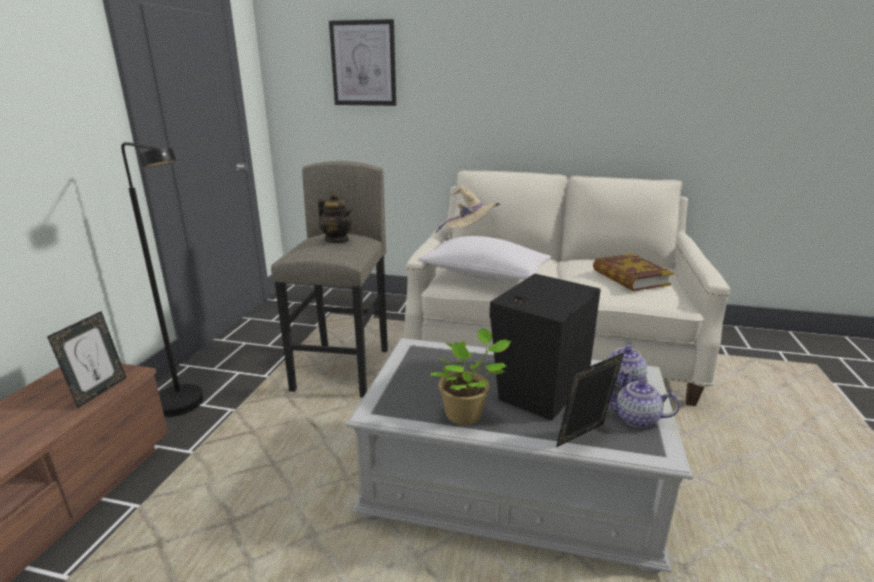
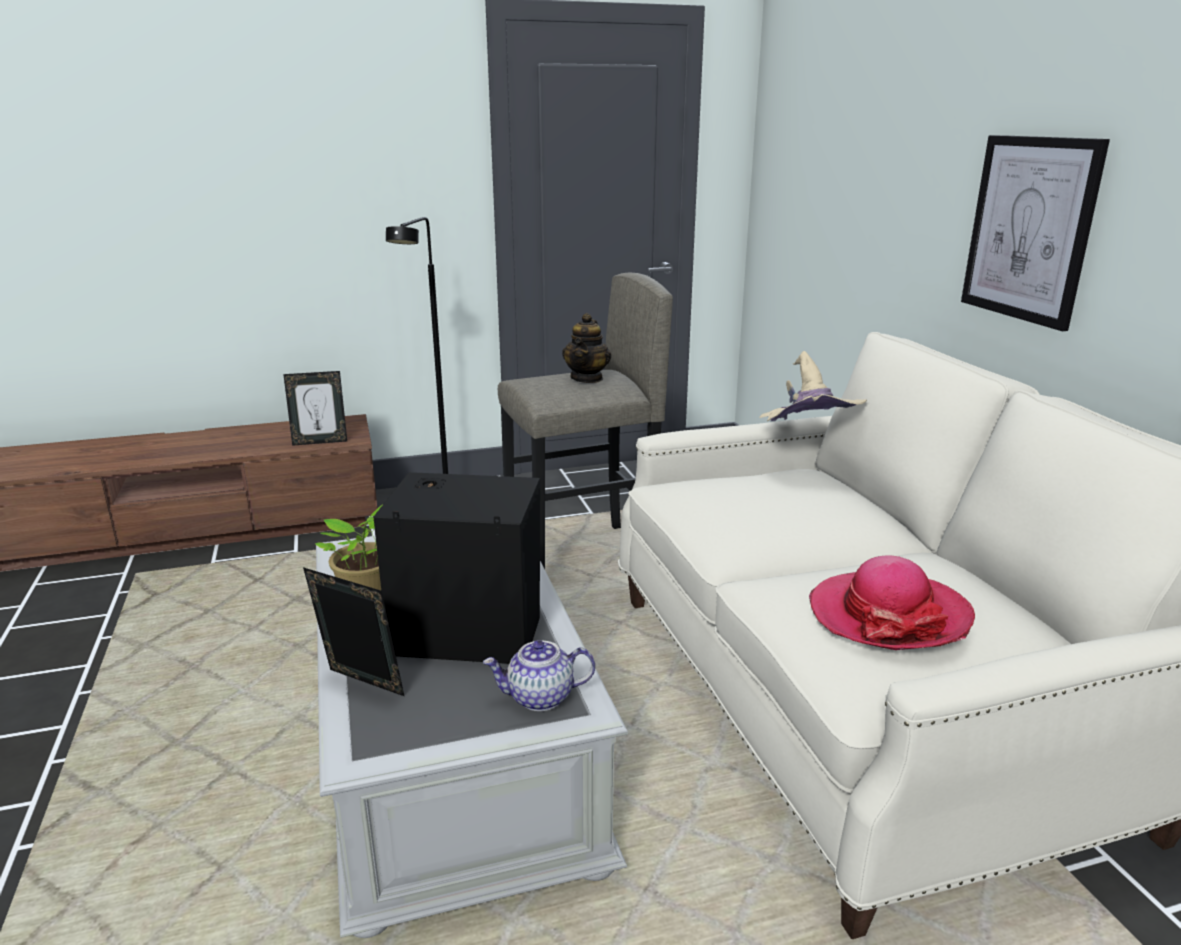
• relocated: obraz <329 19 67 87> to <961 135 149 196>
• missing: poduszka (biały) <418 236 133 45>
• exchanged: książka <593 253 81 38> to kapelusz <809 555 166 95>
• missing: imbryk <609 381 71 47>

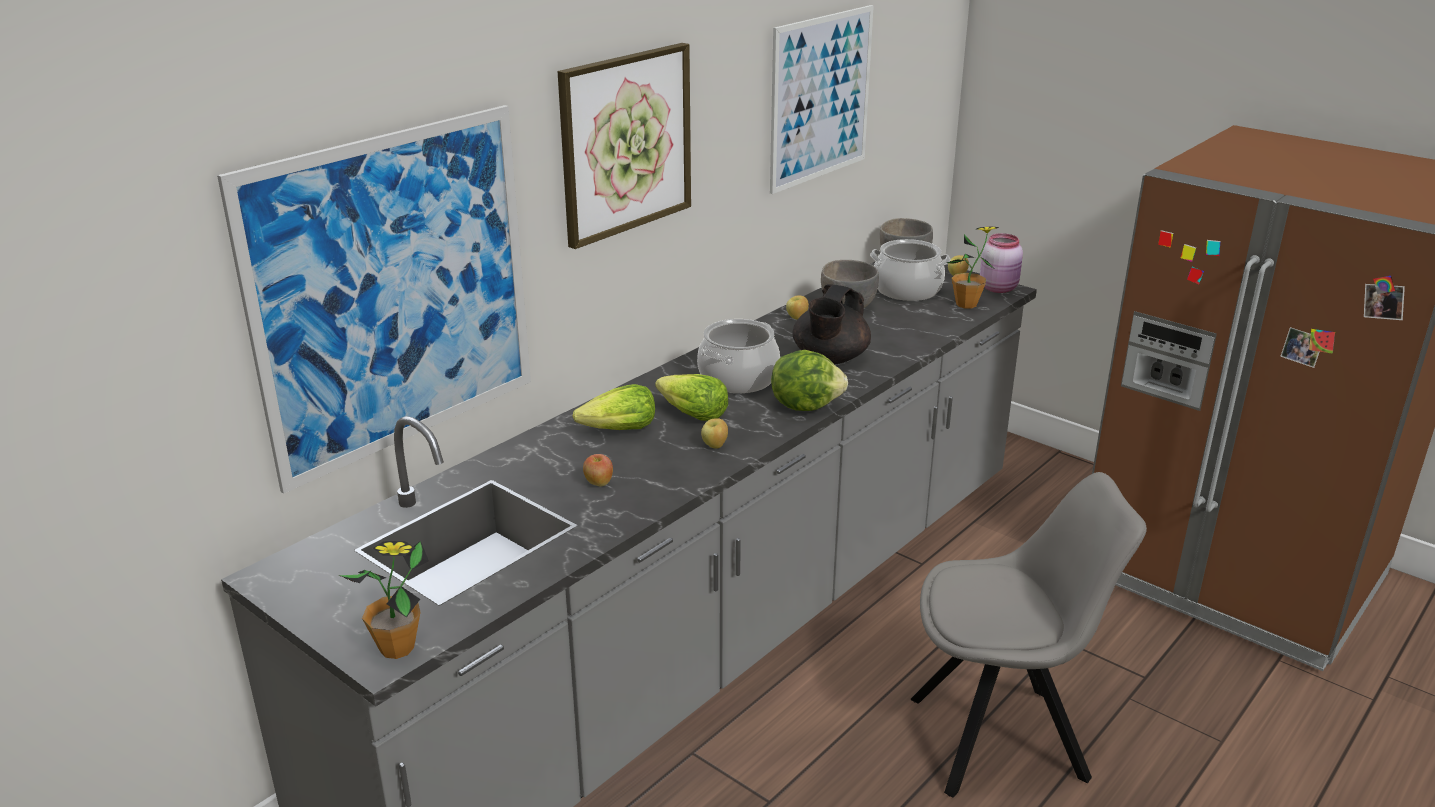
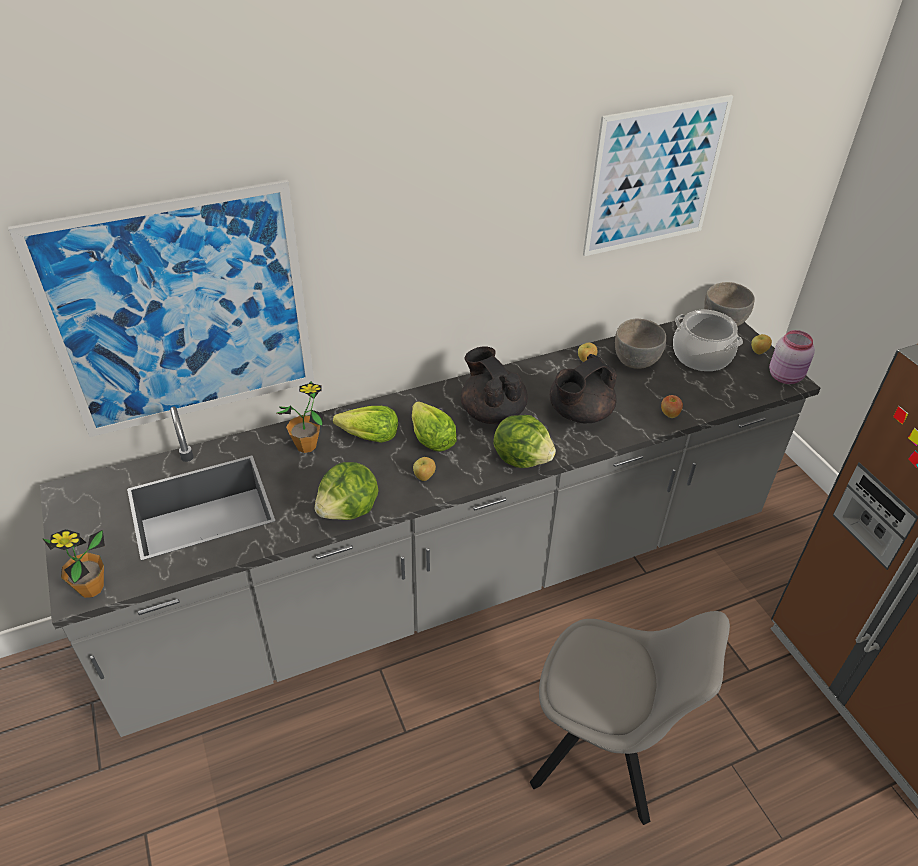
• missing: obraz <558 43 133 206>
• relocated: roślina doniczkowa <947 226 52 83> to <277 381 47 72>
• exchanged: garnek <697 319 83 74> to imbryk (czarny) <461 346 67 78>
• relocated: jabłko <583 454 30 33> to <661 395 22 23>
• appeared: sałata <315 462 64 58>

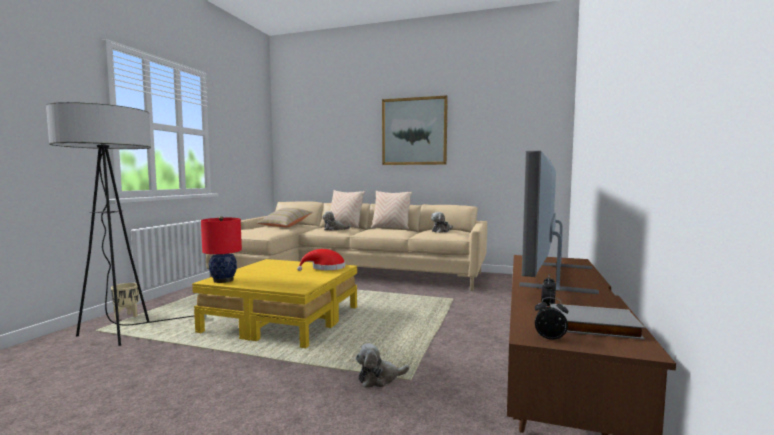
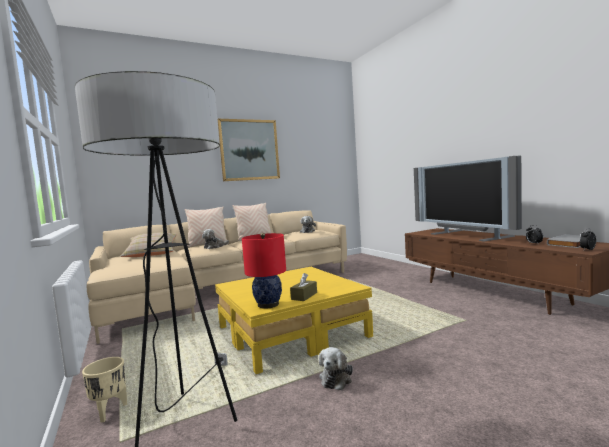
• missing: kapelusz (czerwony) <297 249 48 22>
• relocated: pluszak <356 343 53 45> to <319 347 34 43>
• appeared: pudełko chusteczek (brązowy) <290 273 27 28>

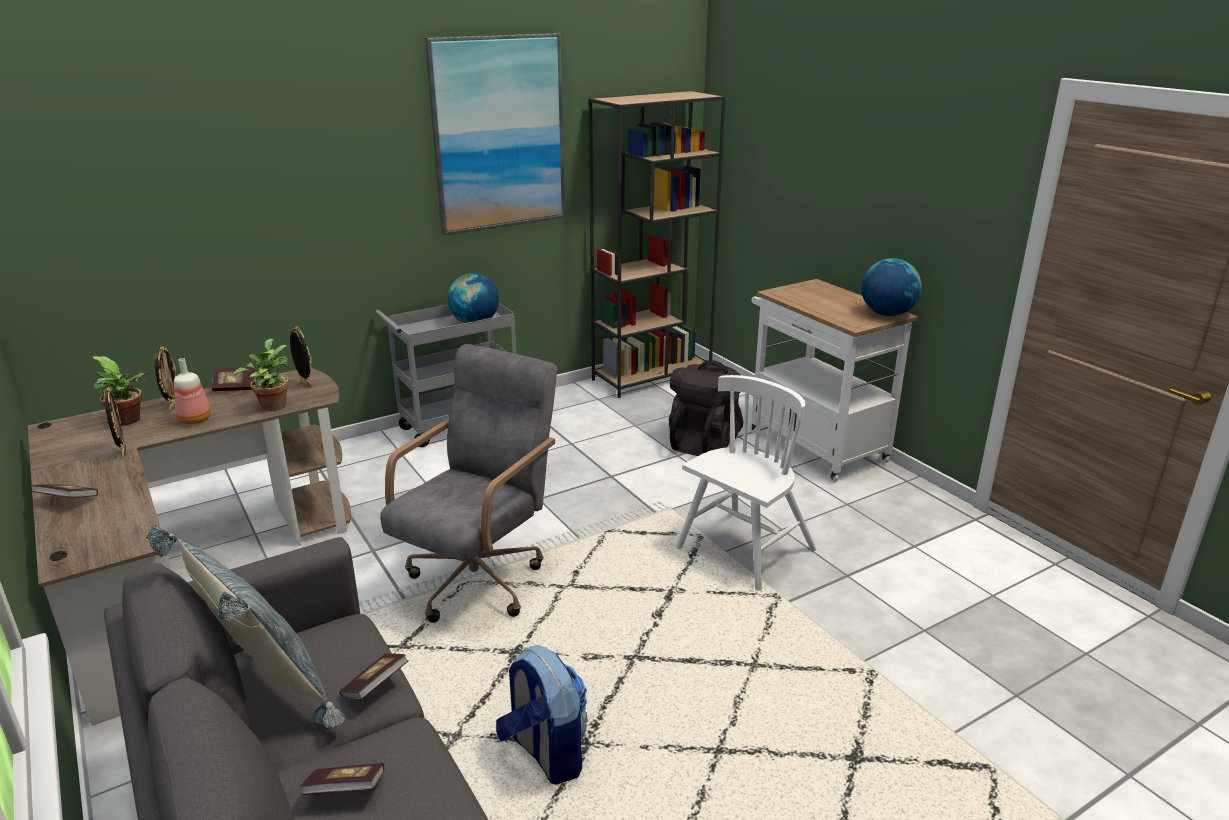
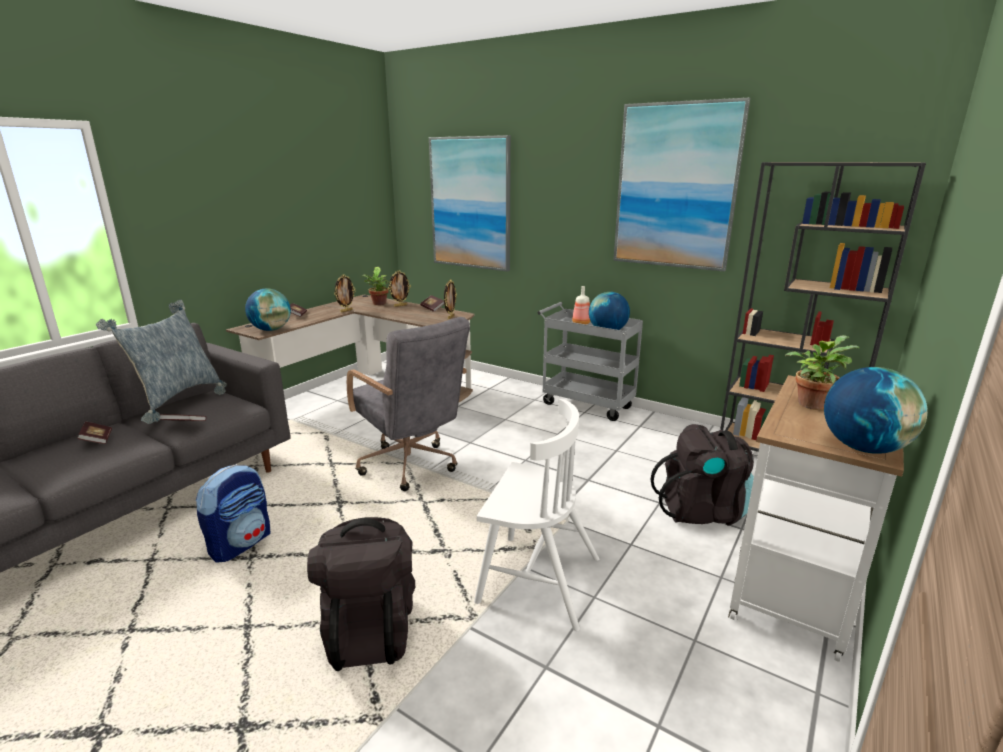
• relocated: roślina doniczkowa <234 339 55 72> to <785 335 74 75>
• spun: krzesło biurowe (szary) <380 344 177 279> = <347 317 123 174> 45 degrees clockwise
• relocated: butelka <174 358 37 66> to <572 286 18 39>
• appeared: obraz <429 135 82 137>
• appeared: globus <245 288 46 43>
• appeared: plecak (czarny) <307 517 108 154>

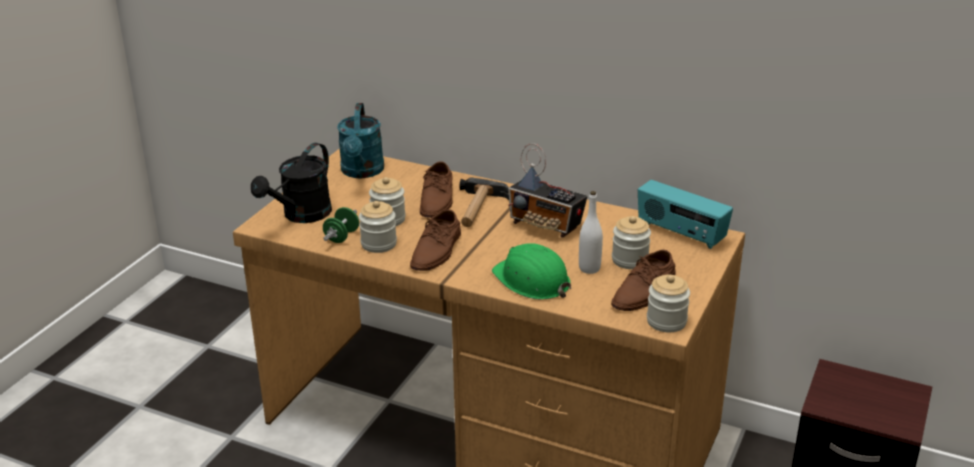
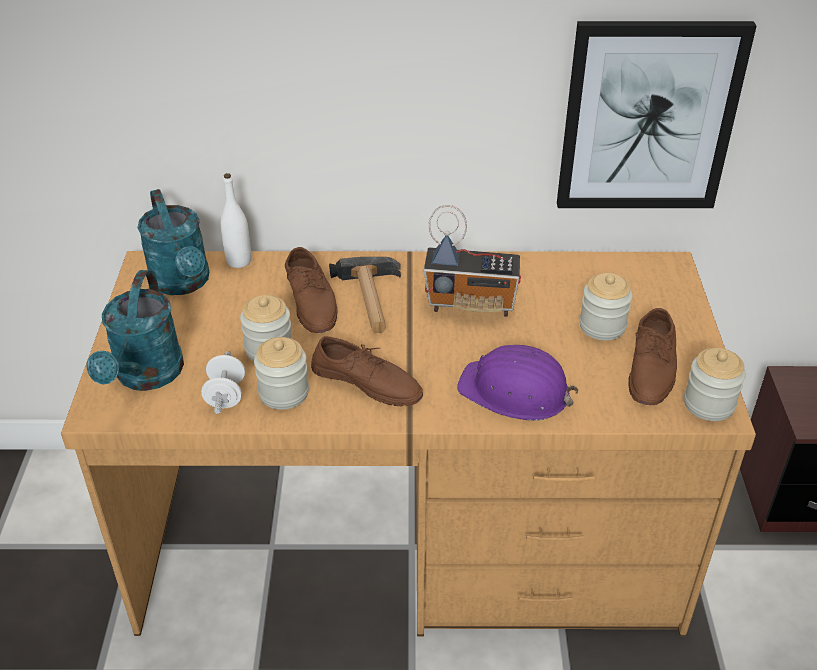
• colour: konewka (czarny) <251 143 81 80> to konewka (turkusowy) <86 270 98 121>
• missing: radio <638 180 95 69>
• relocated: butelka (biały) <579 191 24 83> to <221 173 30 95>
• colour: hantel (zielony) <323 207 36 36> to hantel (biały) <201 351 44 63>
• spun: but (brązowy) <410 210 51 61> = <311 336 112 70> 60 degrees counterclockwise
• colour: kask (zielony) <492 243 79 56> to kask (fioletowy) <457 345 122 76>
• appeared: obraz <557 21 199 187>

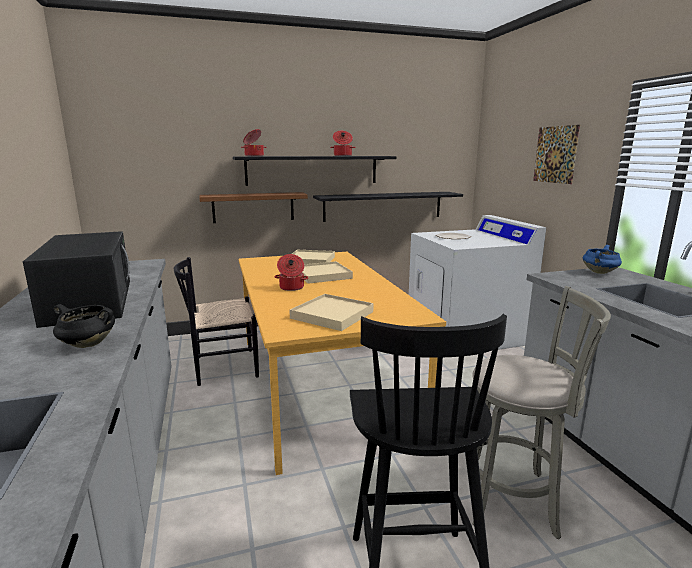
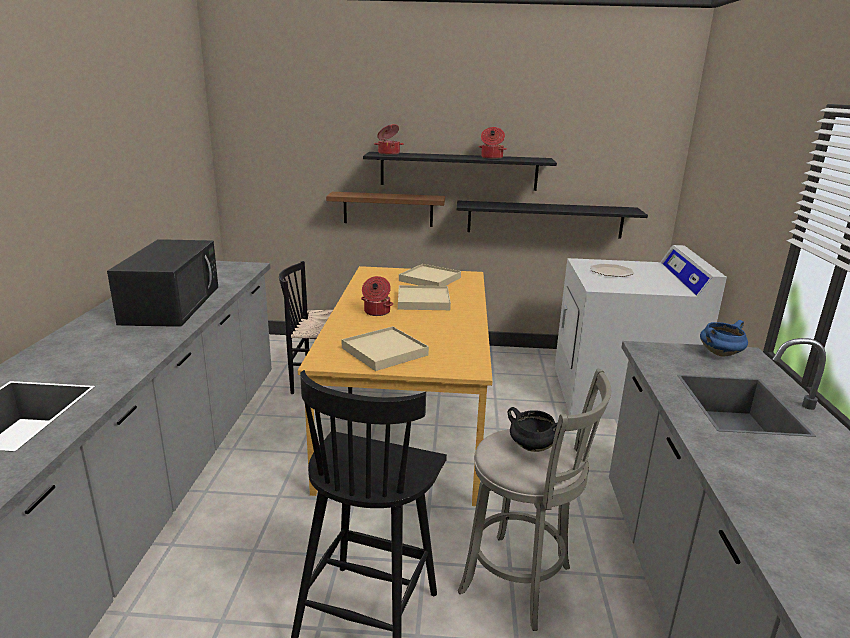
• missing: obraz <533 125 47 59>
• relocated: garnek (czarny) <53 304 62 44> to <508 407 50 45>

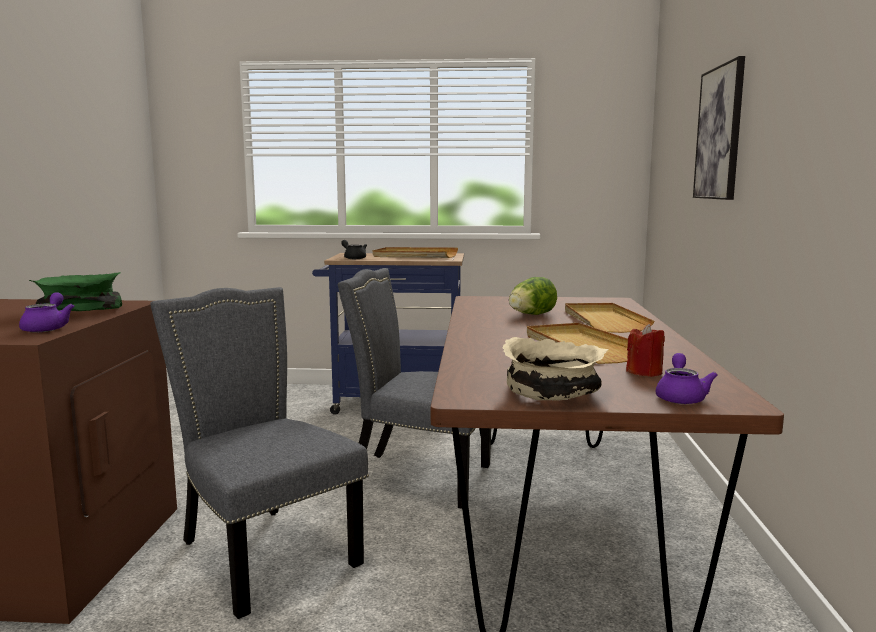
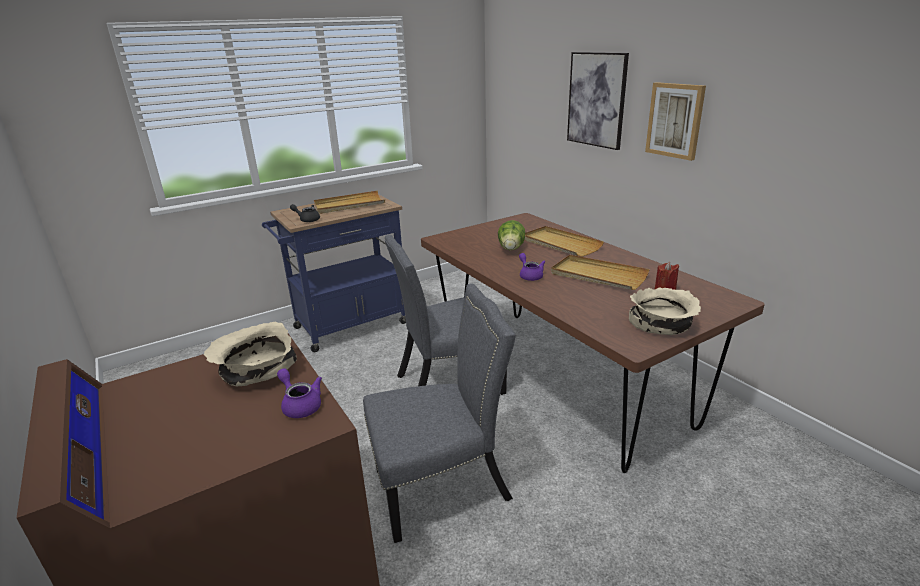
• colour: miska (zielony) <29 272 93 39> to miska (beżowy) <204 322 93 64>
• spun: krzesło (szary) <150 287 219 332> = <363 284 153 259> 150 degrees clockwise
• relocated: imbryk (fioletowy) <656 353 62 51> to <519 253 26 28>
• appeared: obraz <645 82 61 79>

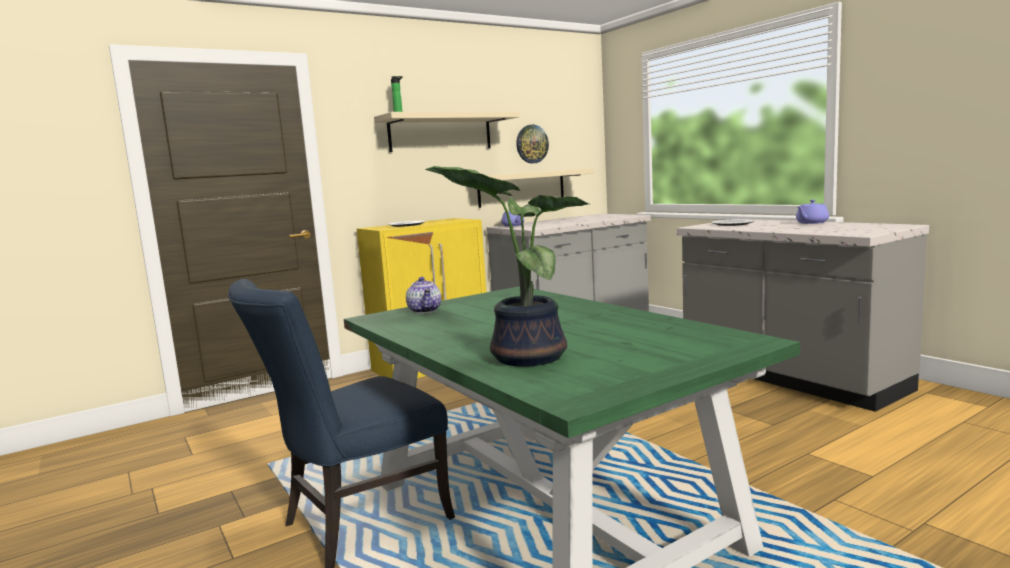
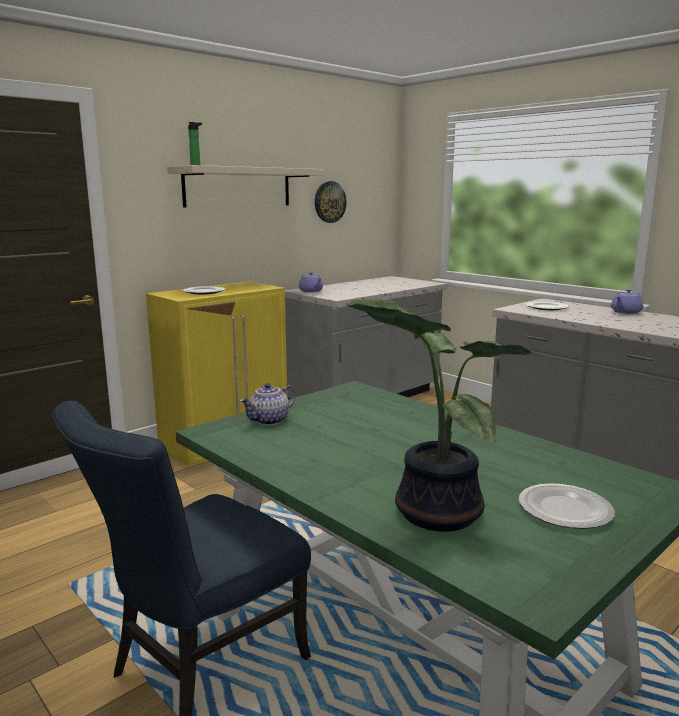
• missing: półka (beżowy) <477 168 117 40>
• spun: imbryk <406 277 35 37> = <240 383 55 43> 75 degrees clockwise
• appeared: talerz <519 483 96 46>

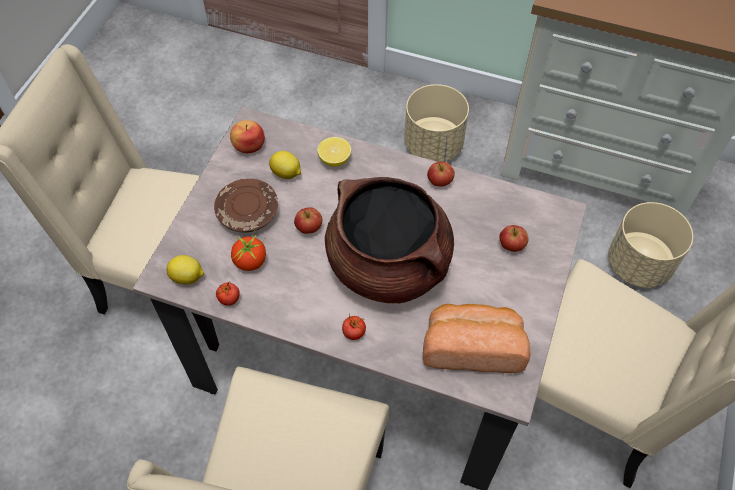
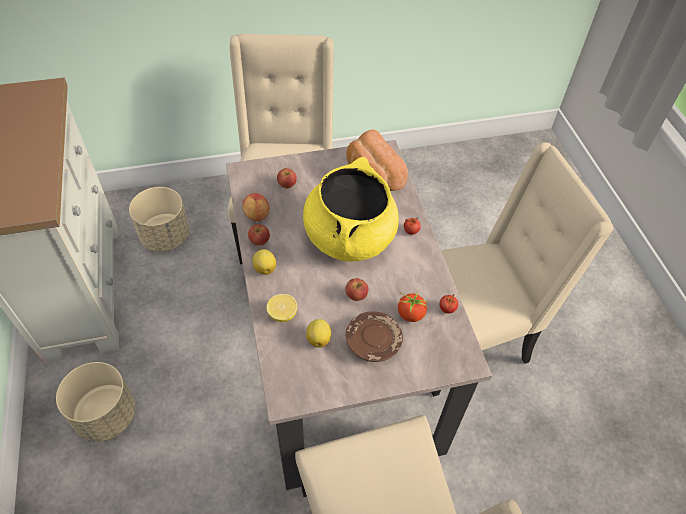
• relocated: jabłko <230 120 35 33> to <242 193 28 28>
• colour: garnek (brązowy) <325 177 129 126> to garnek (żółty) <303 157 96 105>
• relocated: cytryna <166 255 38 30> to <253 249 23 26>

